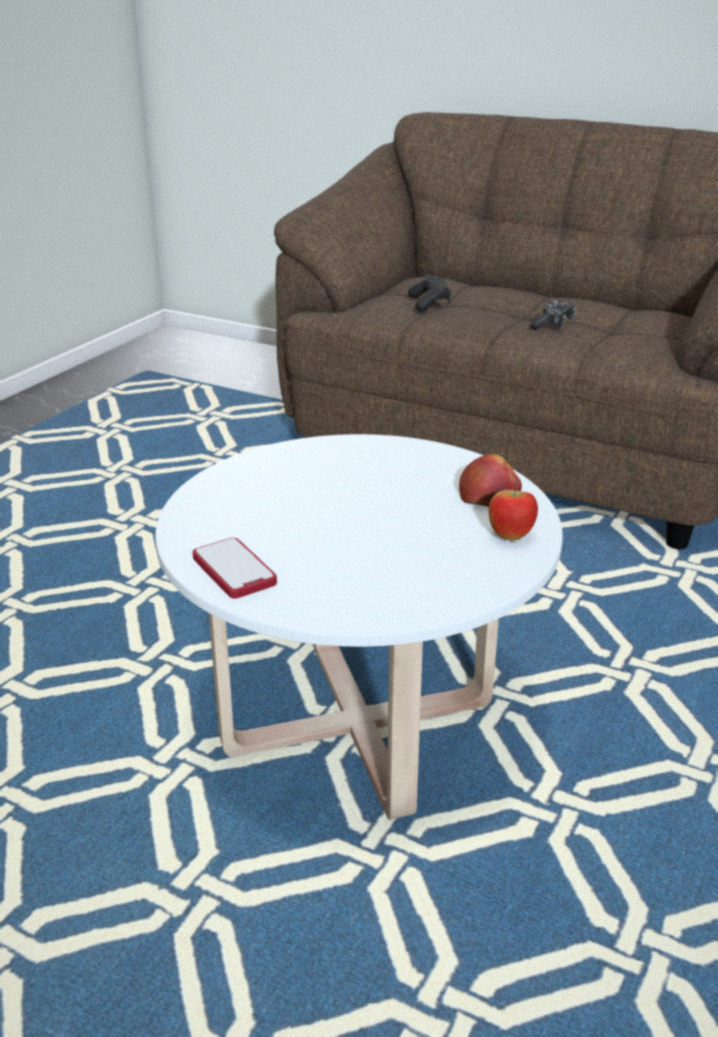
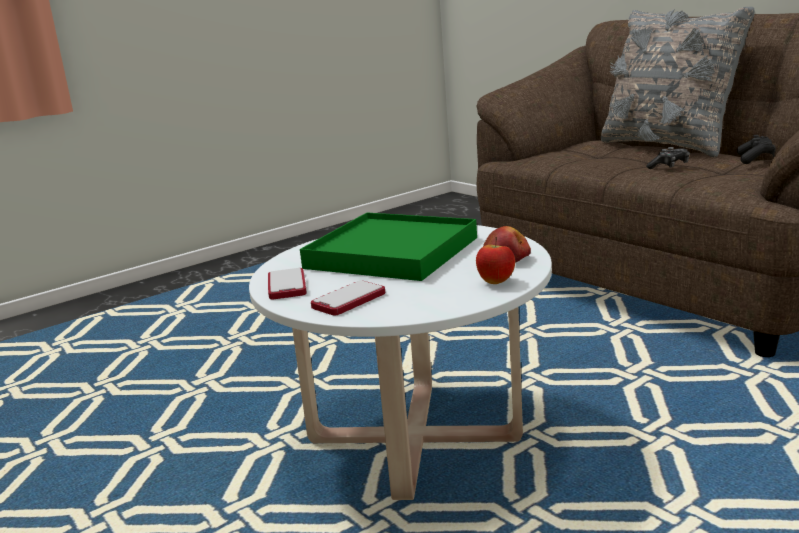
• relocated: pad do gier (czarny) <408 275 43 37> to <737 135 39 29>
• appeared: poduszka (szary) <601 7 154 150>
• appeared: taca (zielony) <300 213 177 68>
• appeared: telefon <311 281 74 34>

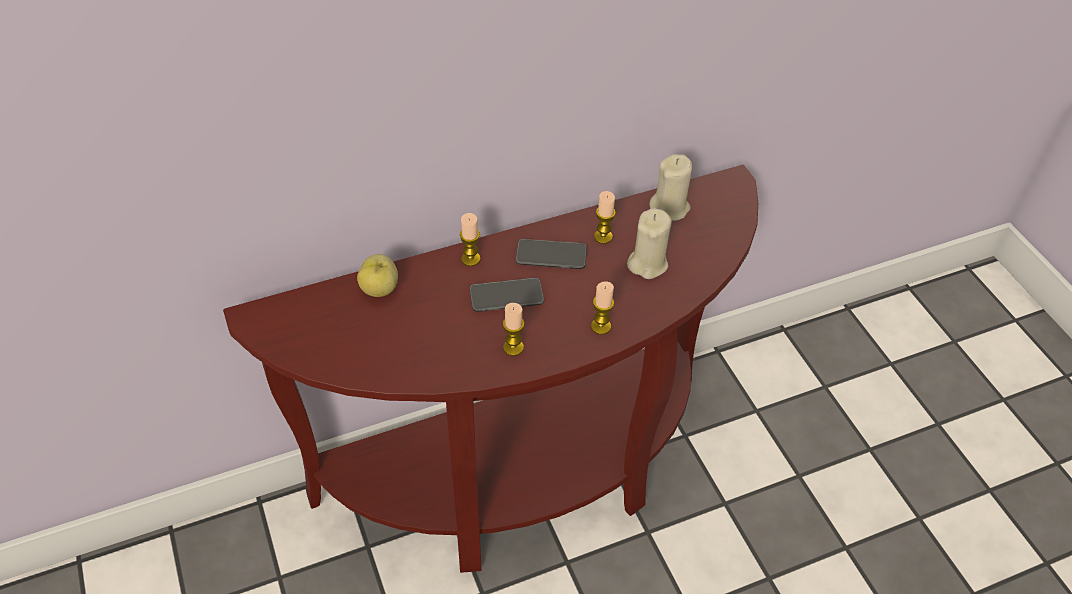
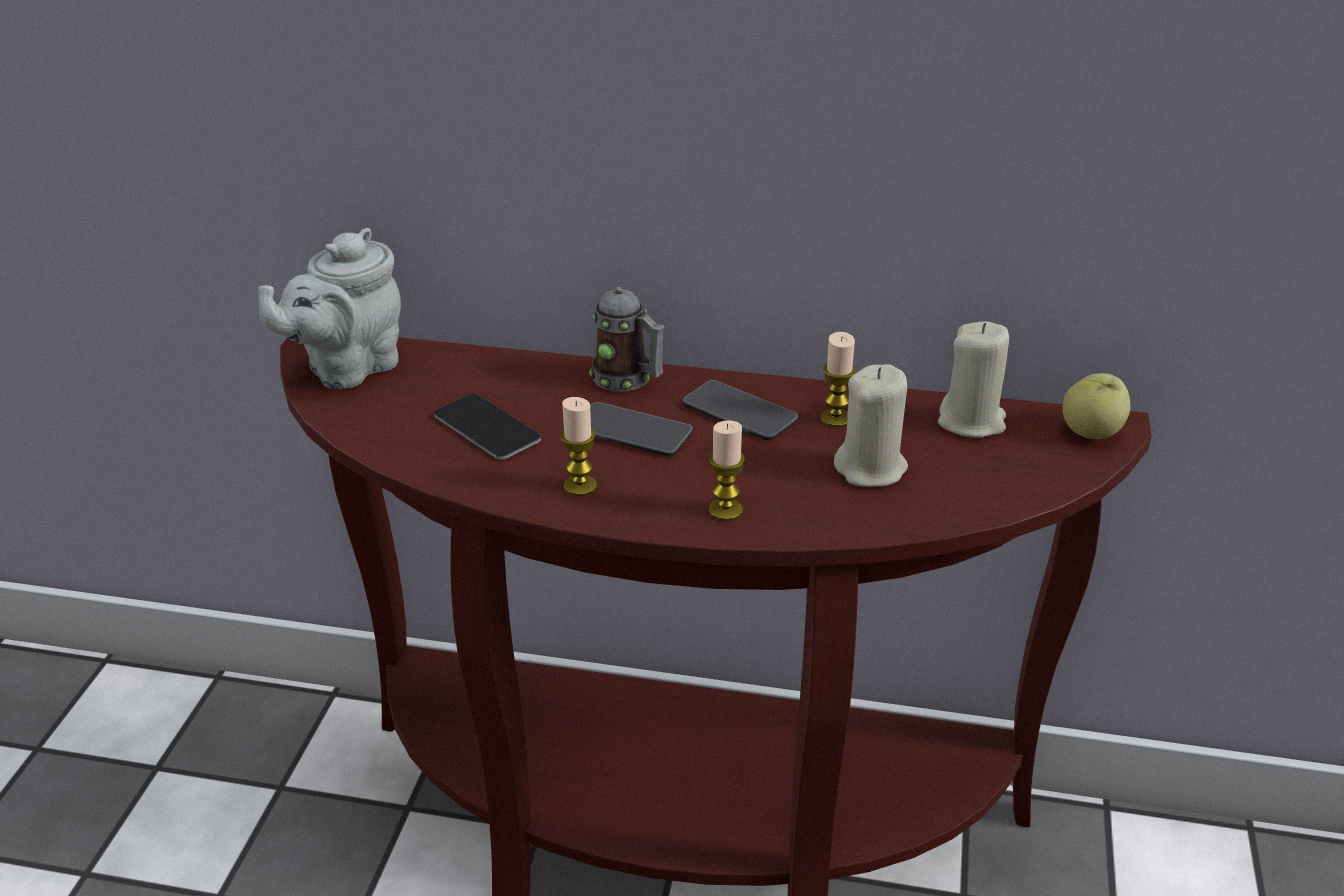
• exchanged: świeca <460 213 21 53> to kubek <589 287 76 104>
• relocated: jabłko <357 254 41 43> to <1063 373 67 66>
• appeared: imbryk (szary) <258 228 143 161>
• appeared: telefon <434 394 107 66>

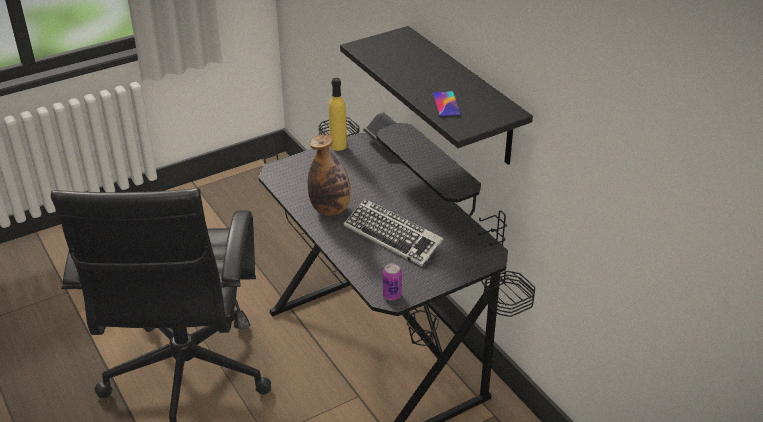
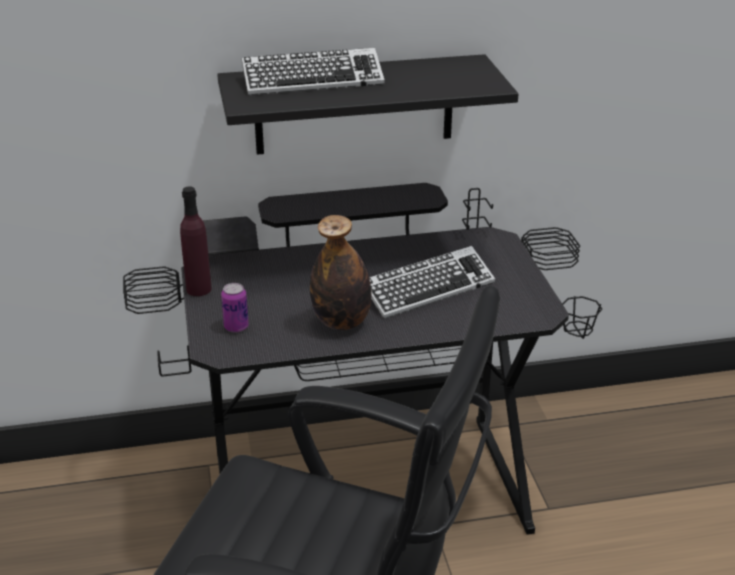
• colour: butelka (żółty) <329 78 18 73> to butelka (fioletowy) <180 186 32 110>
• missing: telefon <432 91 29 26>
• relocated: puszka <382 263 20 38> to <221 283 28 50>
• appeared: klawiatura <242 48 143 47>

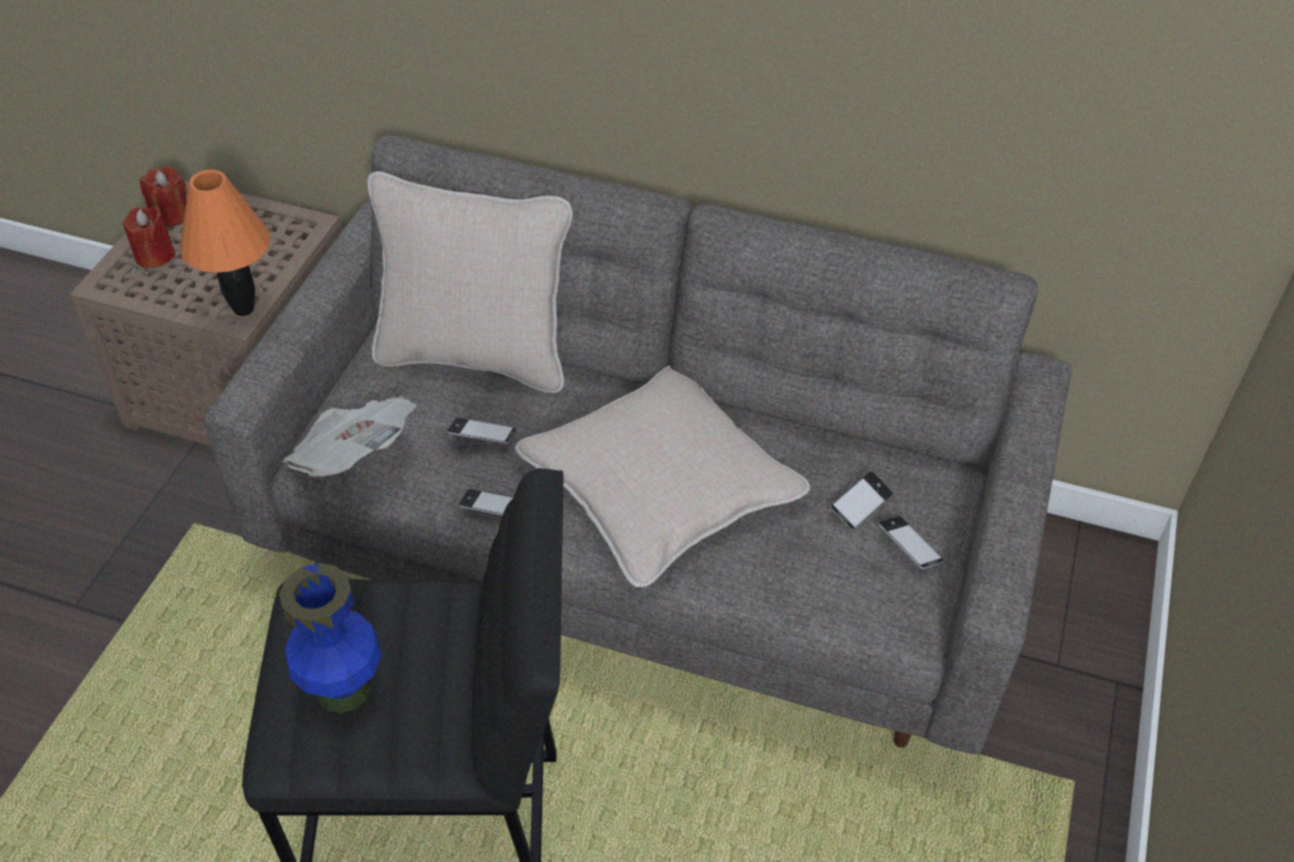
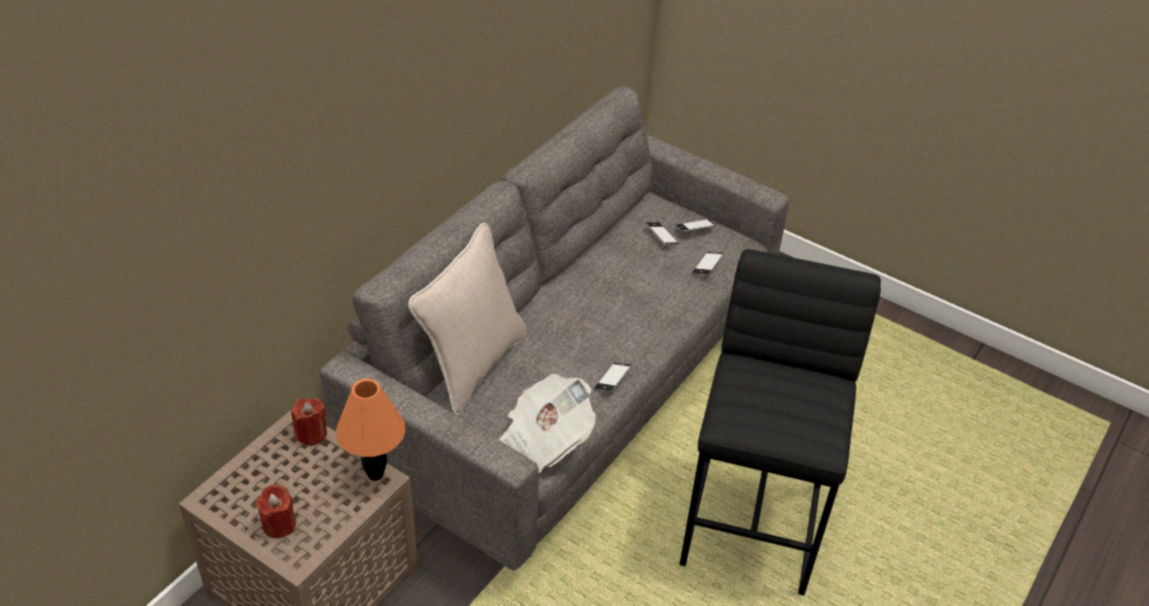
• relocated: świeca (czerwony) <140 166 47 61> to <291 398 36 48>
• missing: poduszka (beżowy) <515 365 295 222>
• relocated: telefon <447 418 70 26> to <692 252 32 24>
• missing: wazon (niebieski) <280 563 102 150>

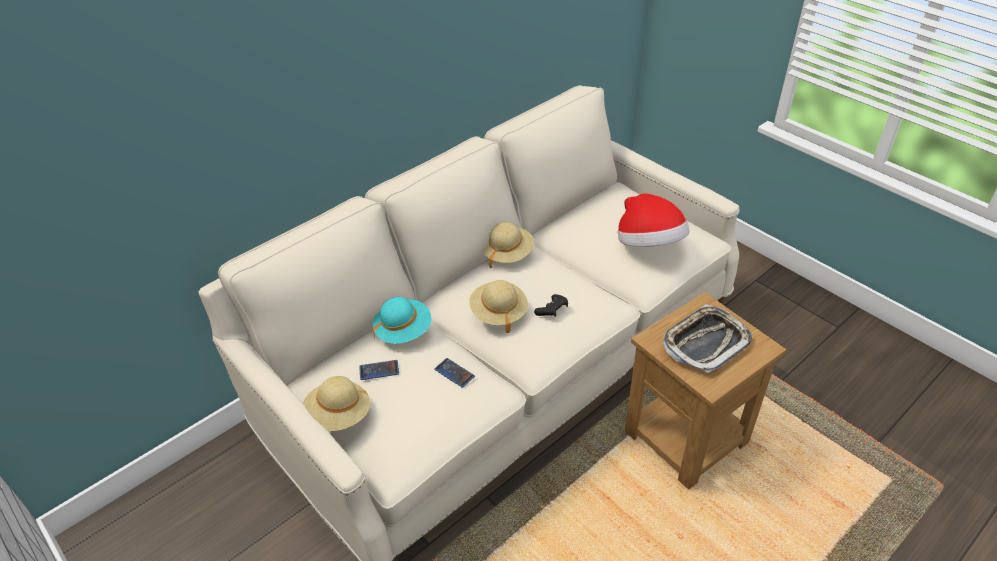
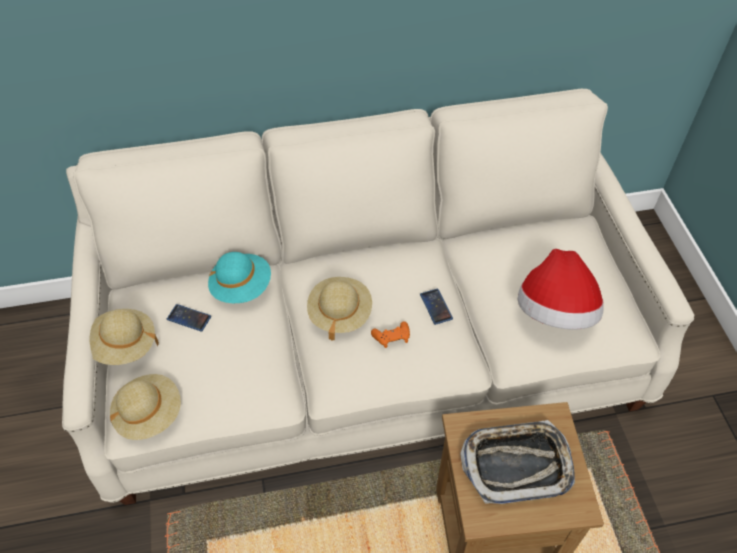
• relocated: kapelusz (beżowy) <482 222 52 46> to <110 374 71 66>
• colour: pad do gier (czarny) <534 294 34 23> to pad do gier (pomarańczowy) <371 321 39 27>
• relocated: telefon <434 358 41 30> to <420 289 33 36>

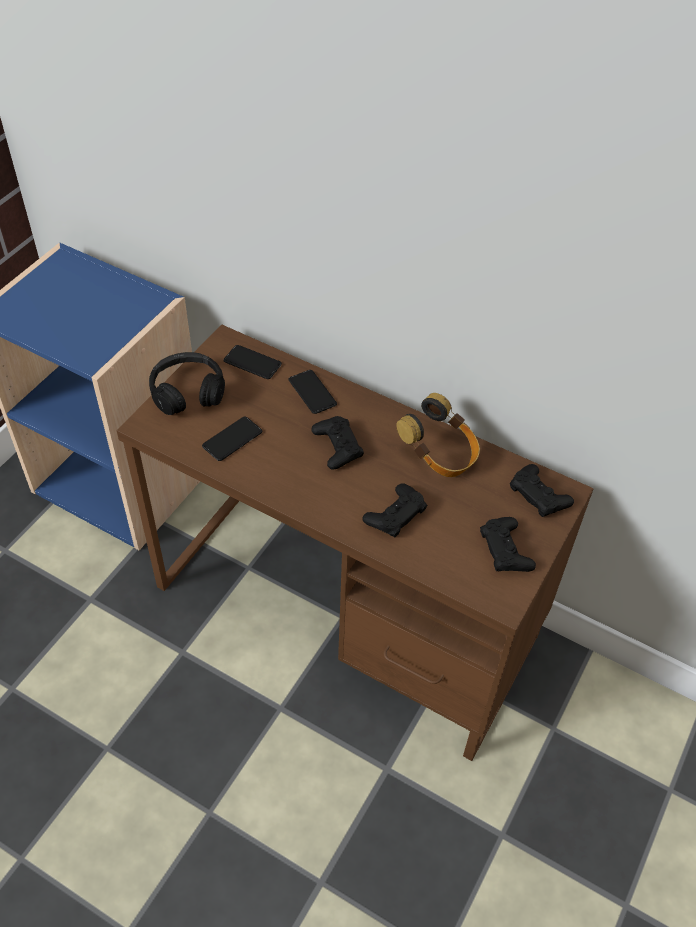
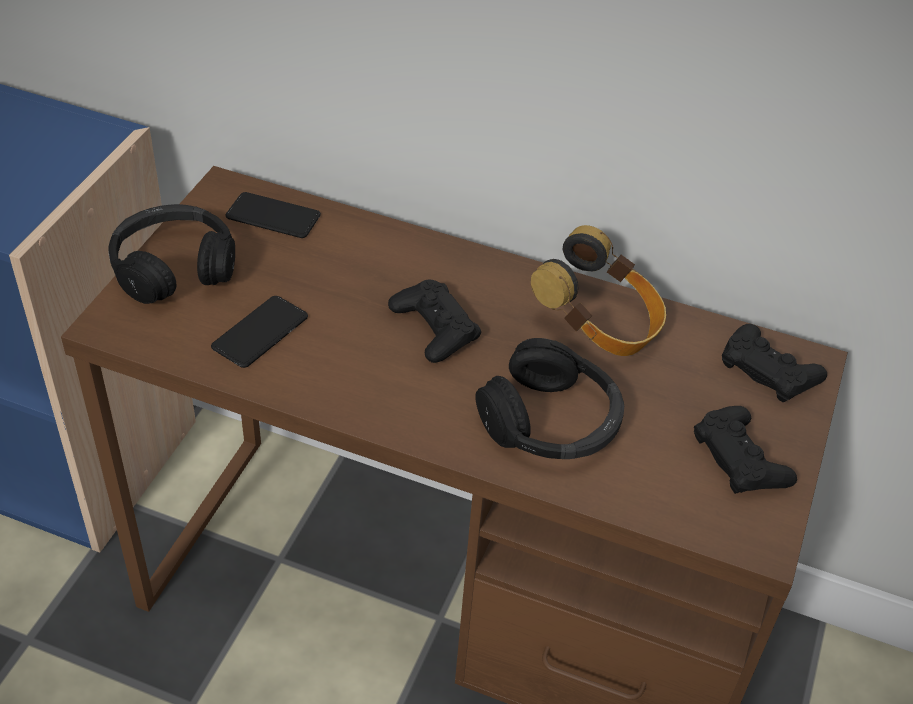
• missing: telefon <289 370 48 44>
• exchanged: pad do gier (czarny) <362 484 66 53> to słuchawki (czarny) <475 338 149 121>

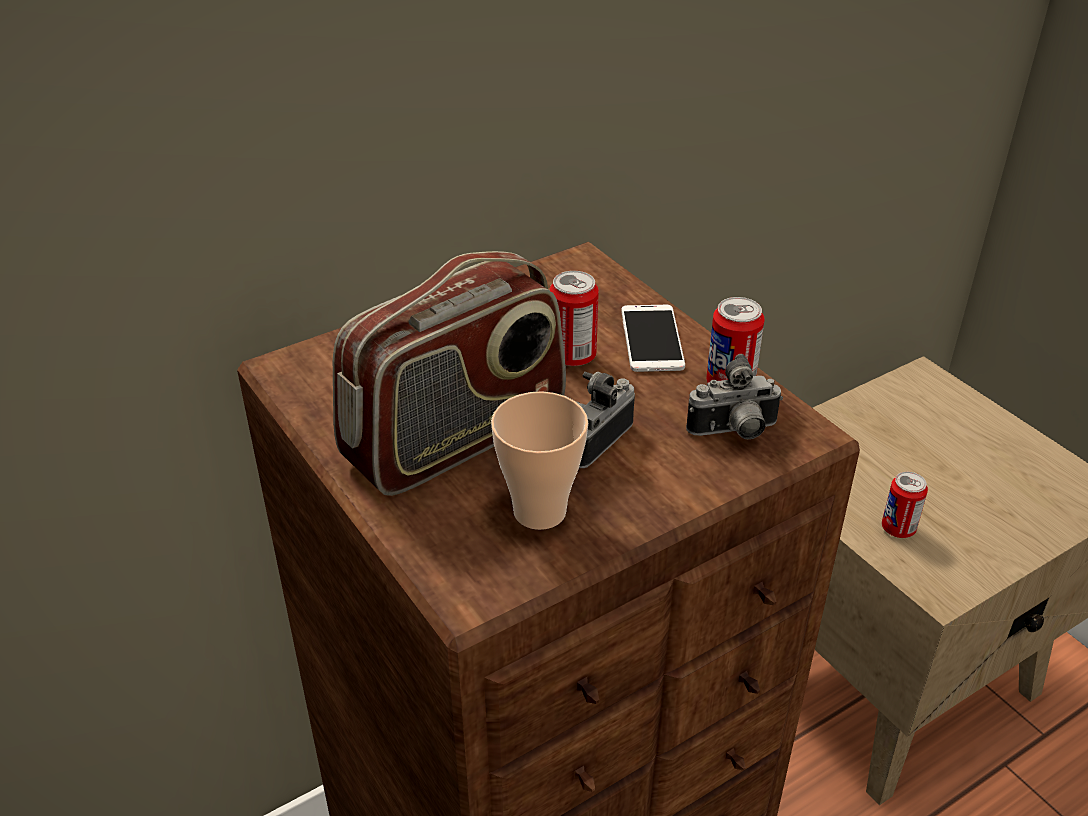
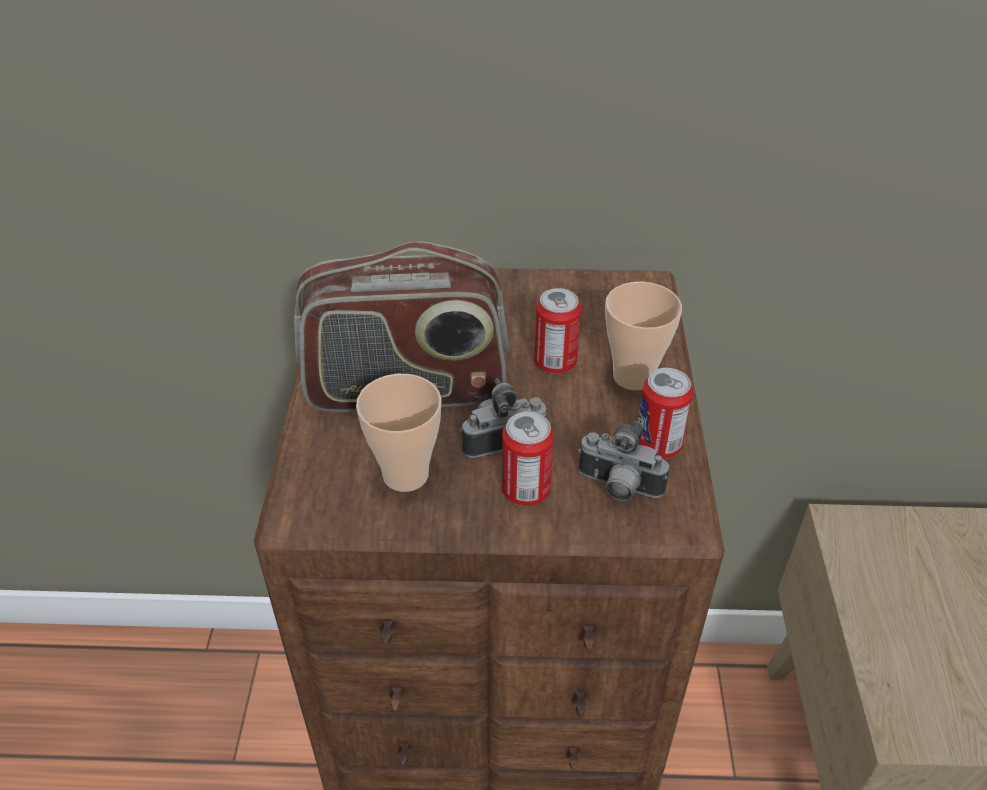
• exchanged: telefon <621 305 64 67> to filiżanka <605 282 77 108>
• relocated: puszka <882 472 46 66> to <502 411 52 95>

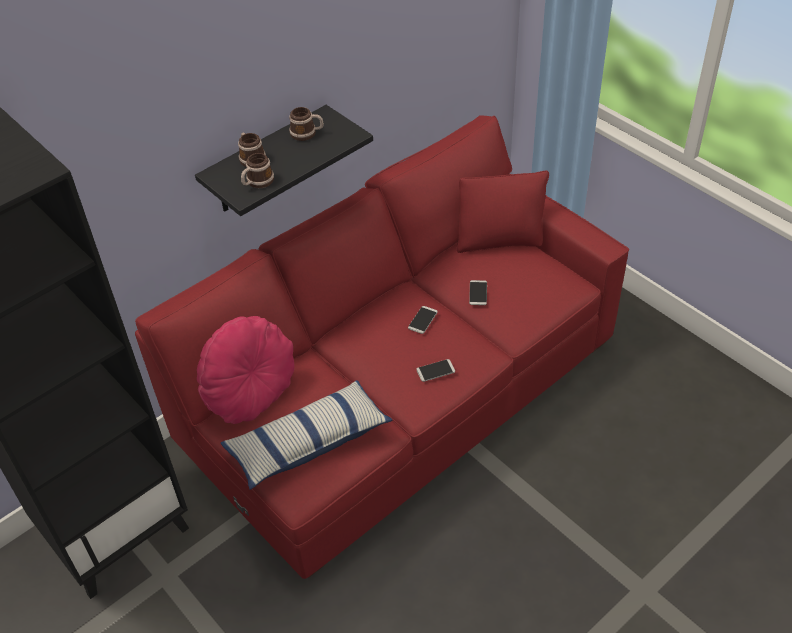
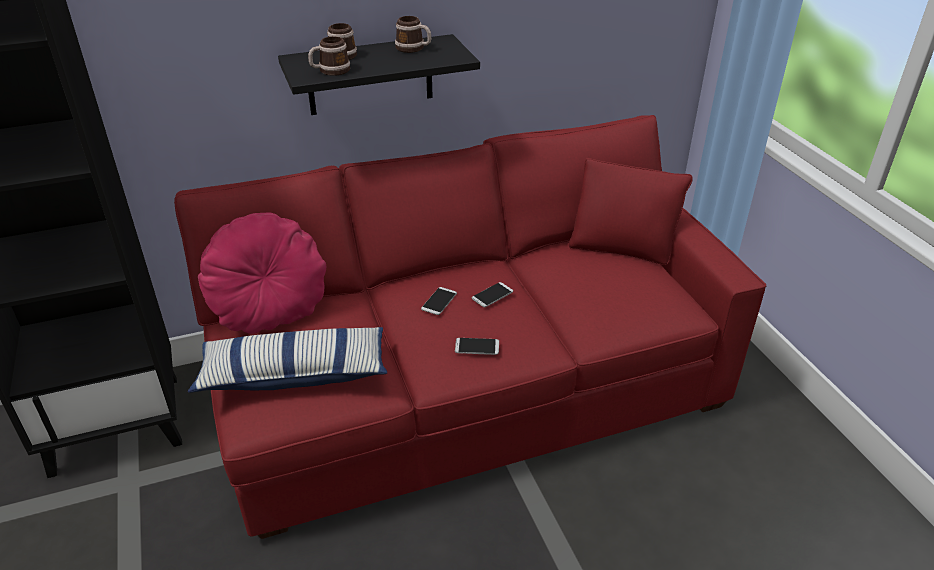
• relocated: telefon <469 280 18 25> to <421 287 36 28>

